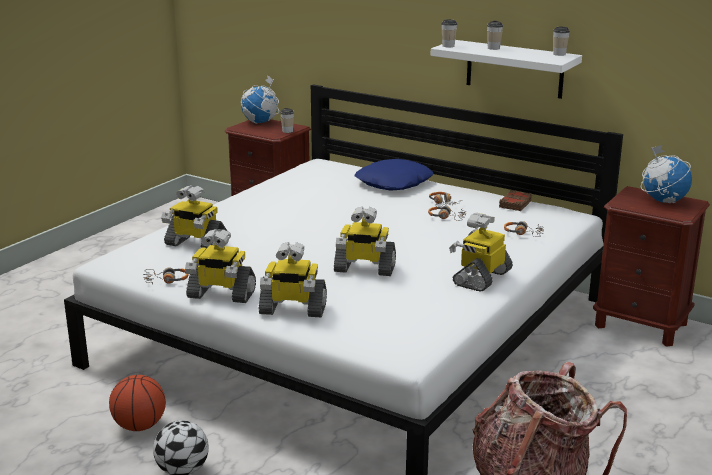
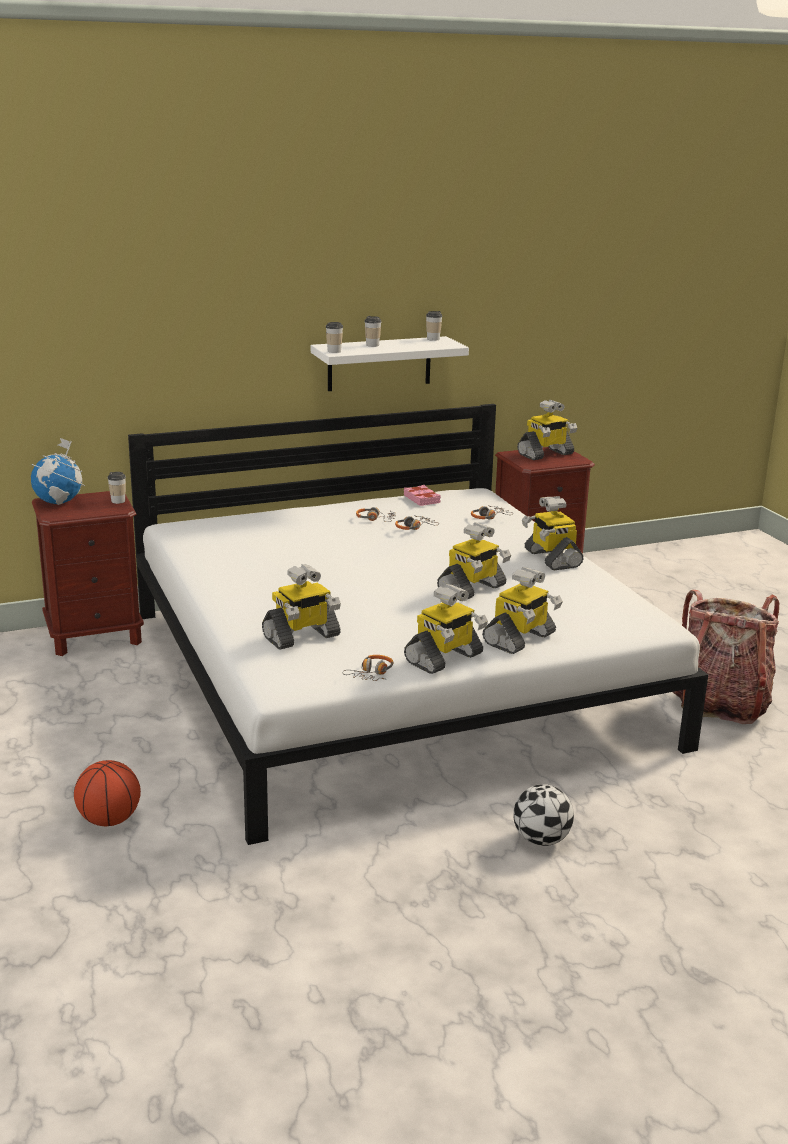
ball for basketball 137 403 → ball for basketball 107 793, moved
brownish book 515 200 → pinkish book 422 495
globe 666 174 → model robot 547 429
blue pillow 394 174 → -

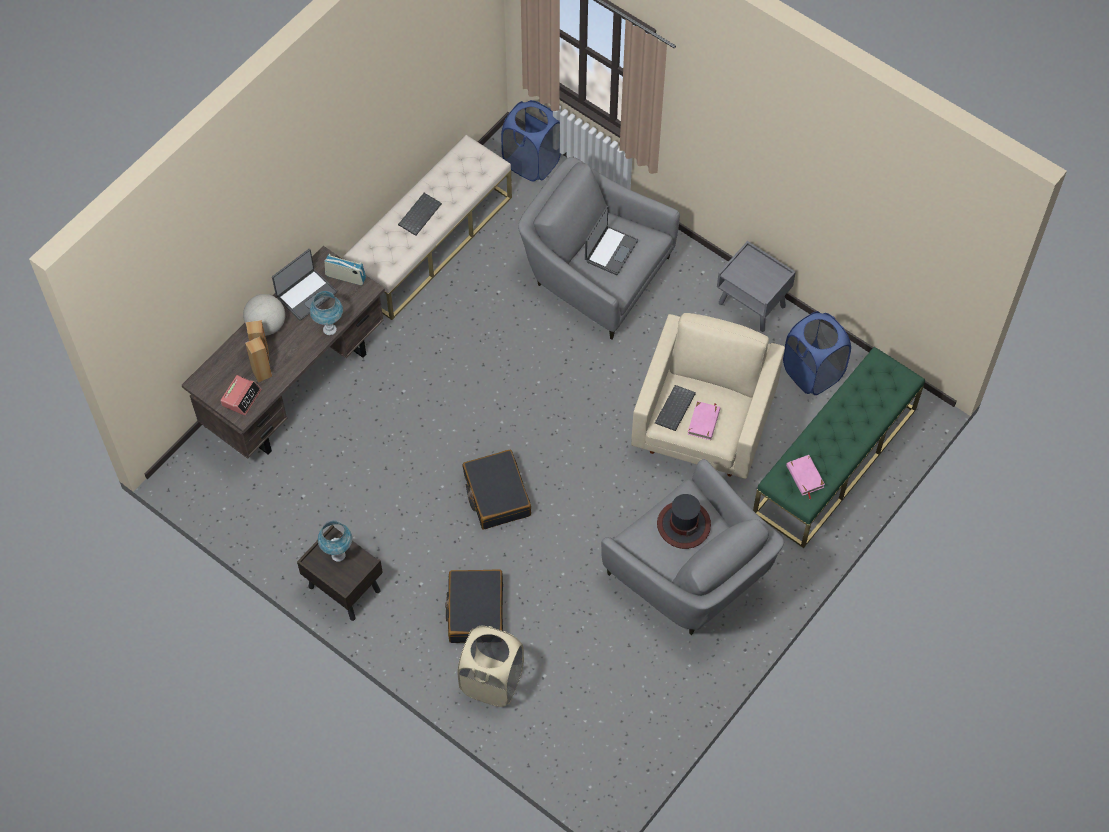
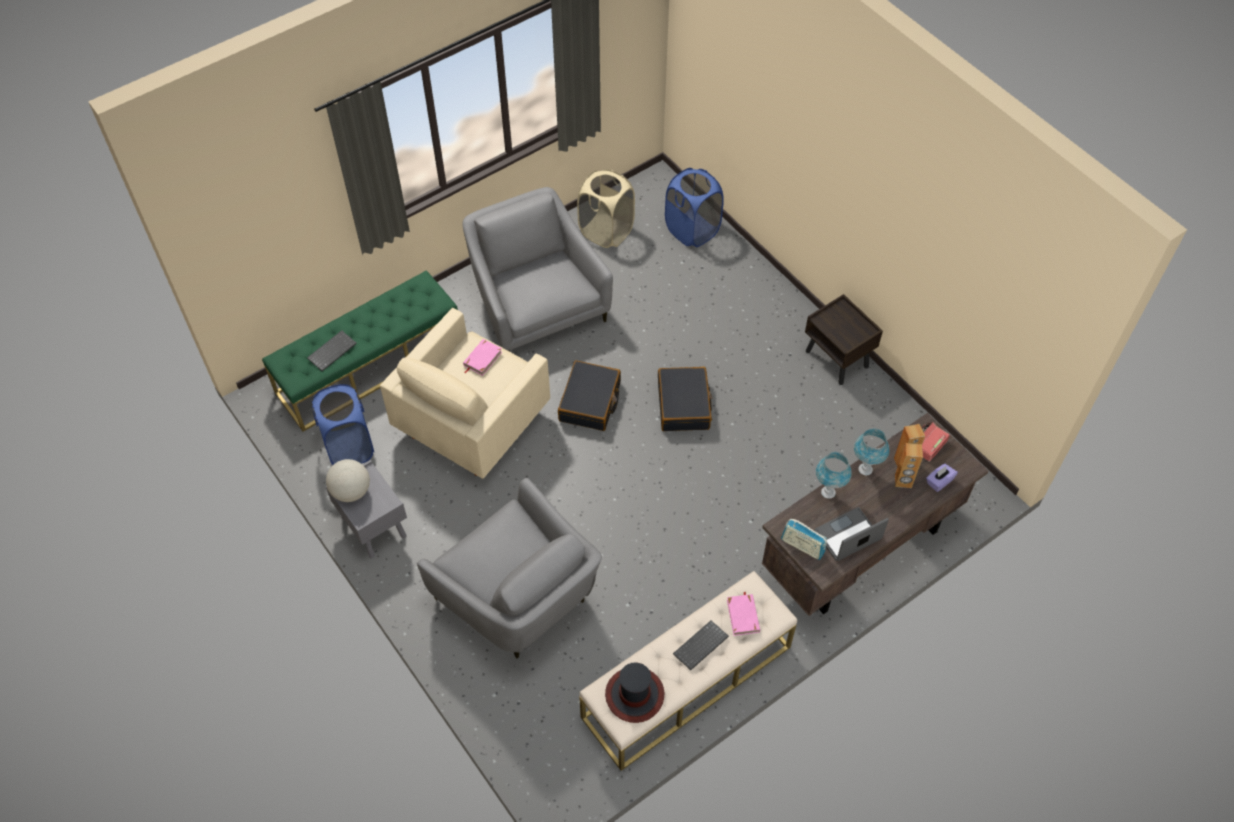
computer keyboard 675 408 → computer keyboard 332 350, moved
globe 264 315 → globe 348 480, moved
blackish piece of luggage 474 606 → blackish piece of luggage 589 395, moved
sand-coloured laundry basket 490 666 → sand-coloured laundry basket 606 208, moved
hat 684 521 → hat 634 692, moved
blue laundry basket 531 140 → blue laundry basket 694 207, moved
pinkish book 805 477 → pinkish book 743 614, moved
blue table lamp 335 541 → blue table lamp 872 452, moved
- → purple tissue holder 942 478
notebook computer 611 240 → -

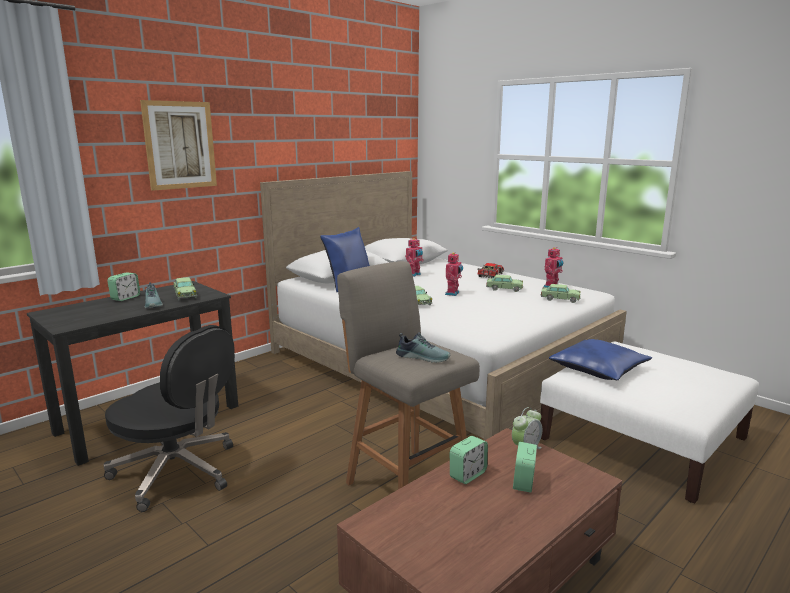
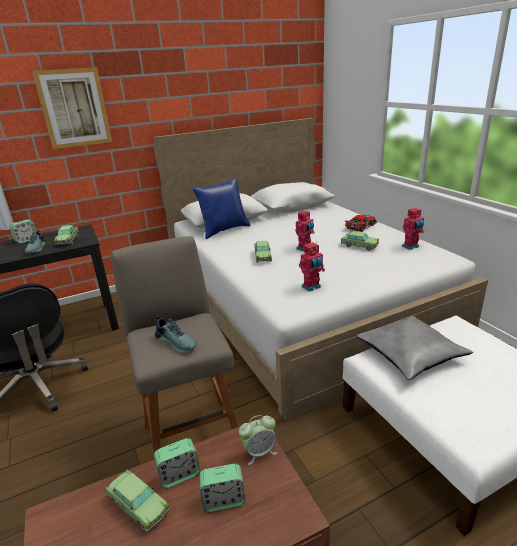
model car 561 293 → model car 138 501, moved
alarm clock 525 467 → alarm clock 222 488, 135 degrees counterclockwise
model robot 414 257 → model robot 312 267, moved
blue pillow 600 359 → gray pillow 415 348

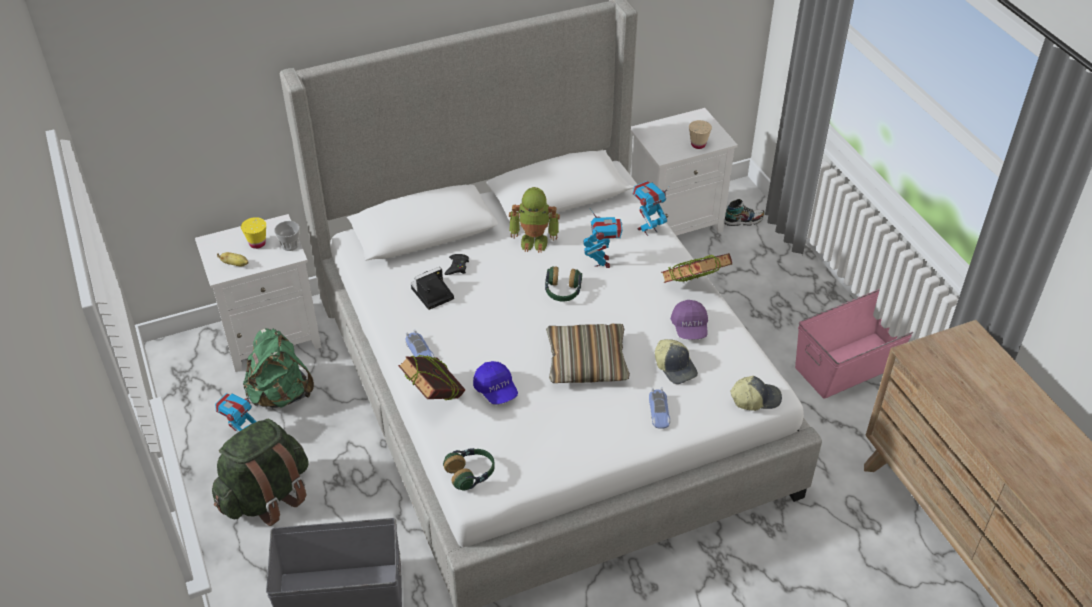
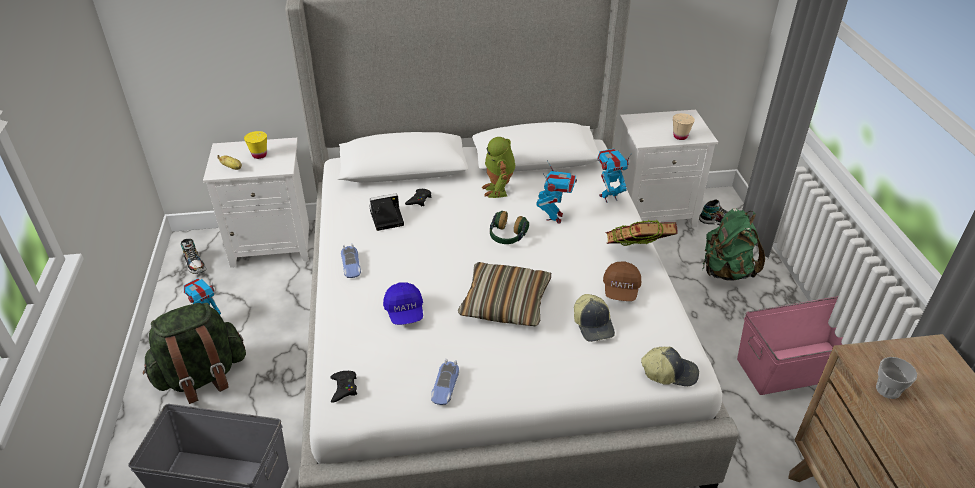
- → item of footwear 193 256
headphones 469 469 → blackish gamepad 343 387
model car 659 408 → model car 445 382, moved
model robot 534 220 → model robot 498 167, 60 degrees clockwise
purple baseball cap 689 319 → brownish baseball cap 622 281
green-coloured knapsack 278 368 → green-coloured knapsack 734 244, moved
cup 287 236 → cup 896 378, moved
book 431 377 → -

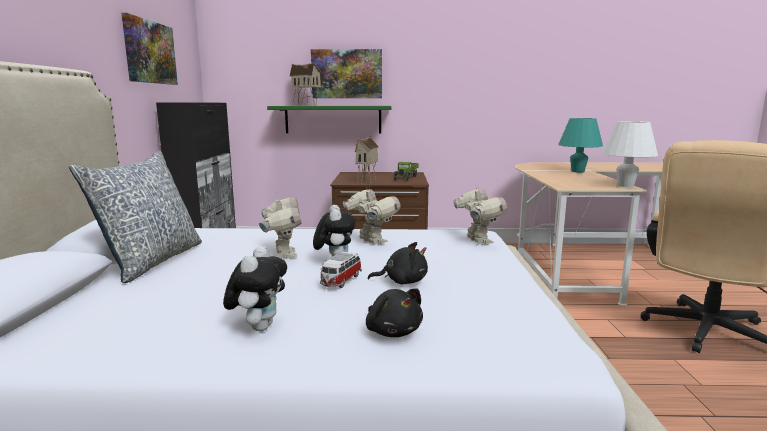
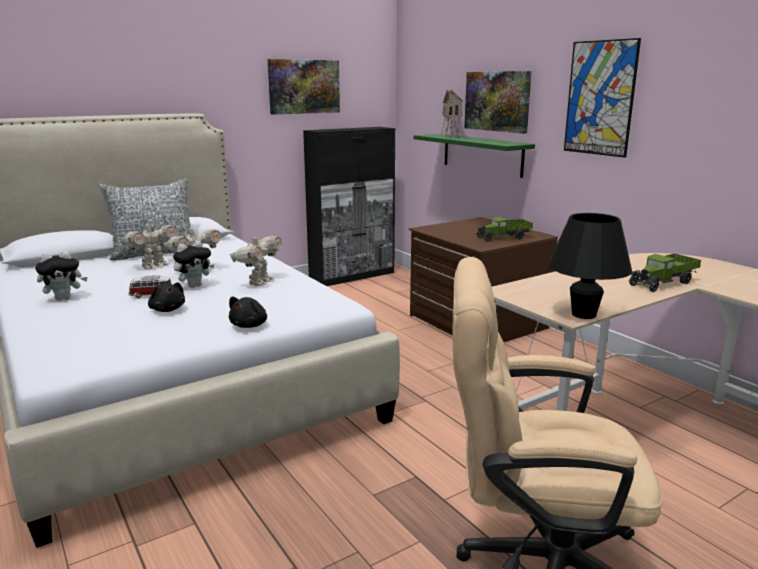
model robot 480 214 → model robot 149 244, moved
blackish cuddly toy 394 313 → blackish cuddly toy 248 312, moved
whitish table lamp 630 154 → blackish table lamp 590 266
- → wall art 602 98
blue-green table lamp 580 145 → toy truck 665 272
miniature house 367 160 → -

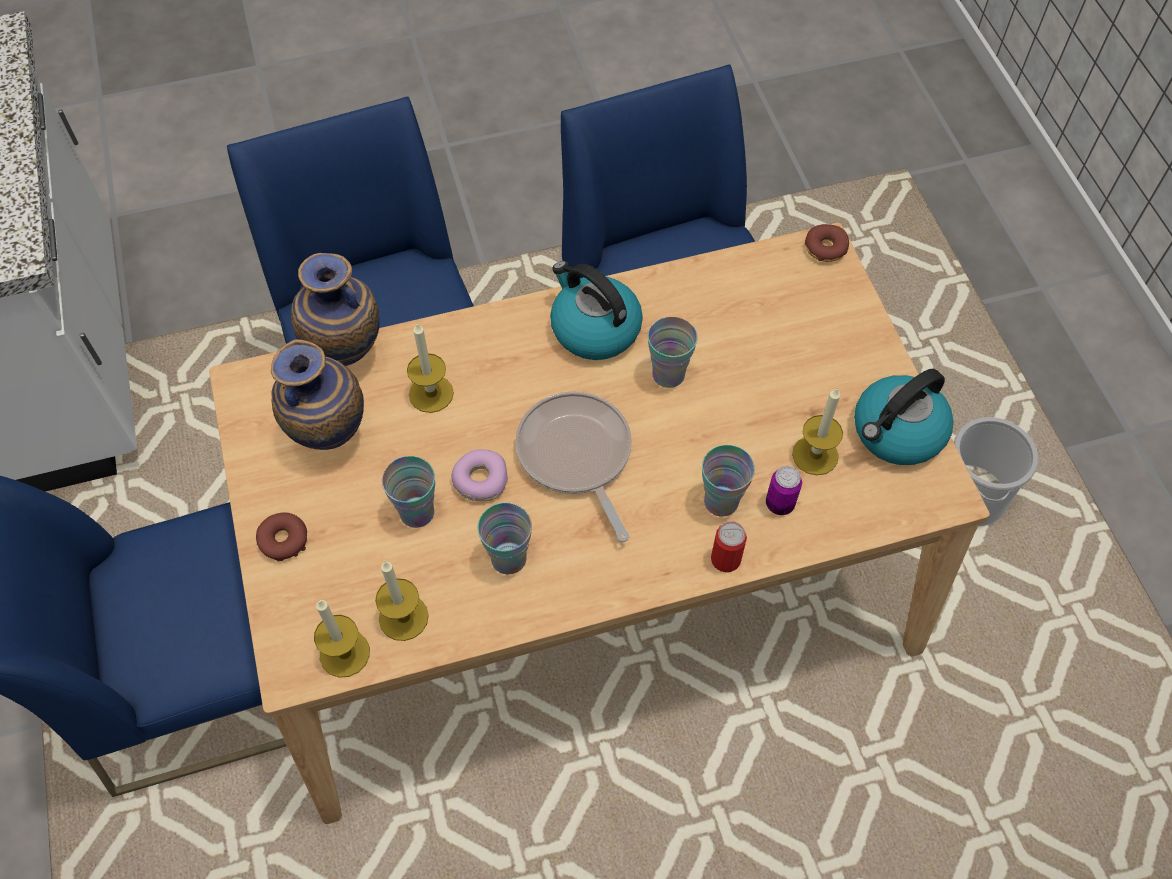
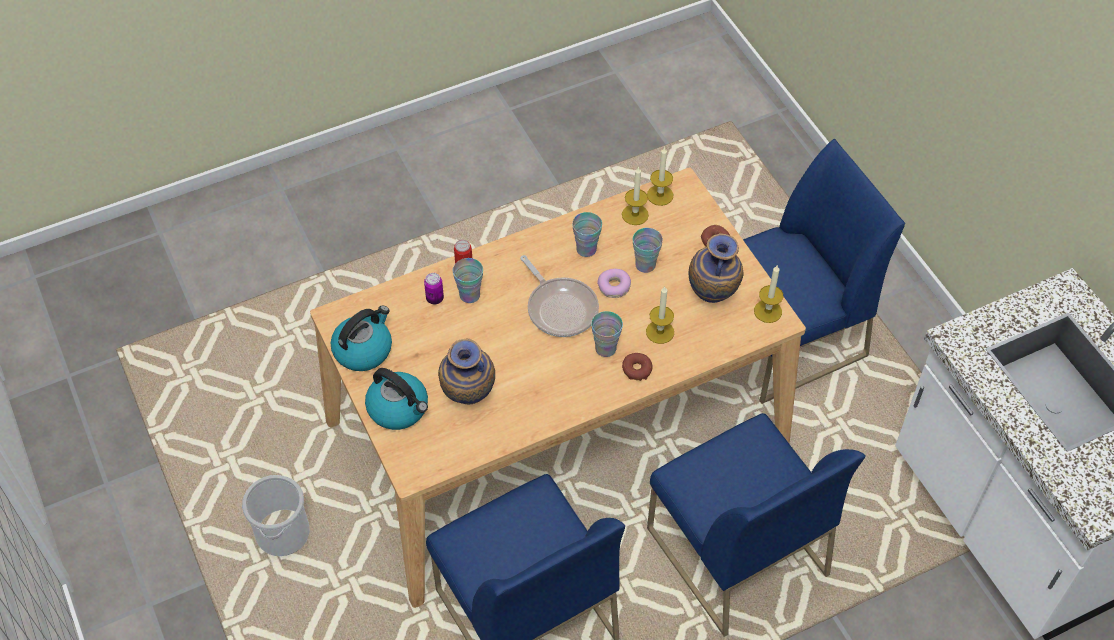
tea kettle 596 310 → tea kettle 396 399, moved
vase 335 309 → vase 466 371, moved
cup 672 352 → cup 607 334, moved
donut 827 243 → donut 637 367, moved
candle 817 431 → candle 768 294, moved

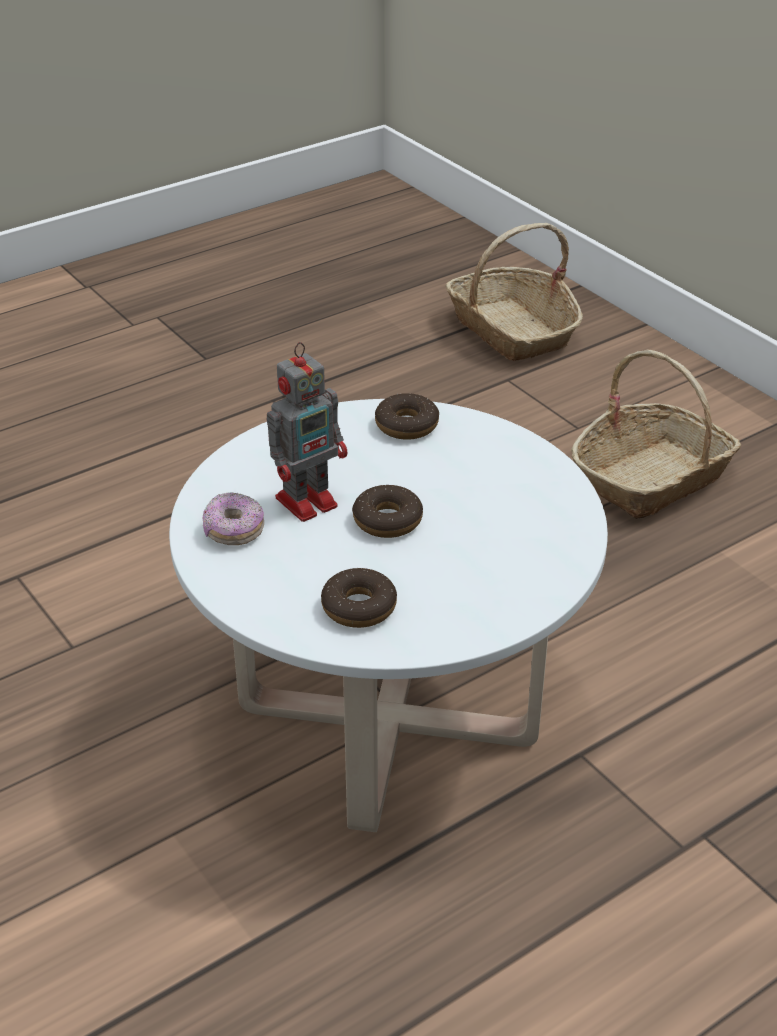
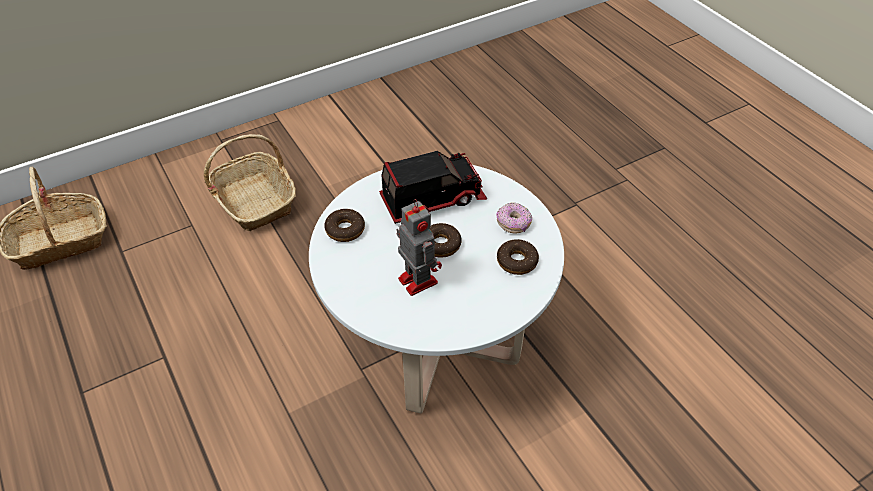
- → toy truck 433 187
donut 233 518 → donut 514 217, moved

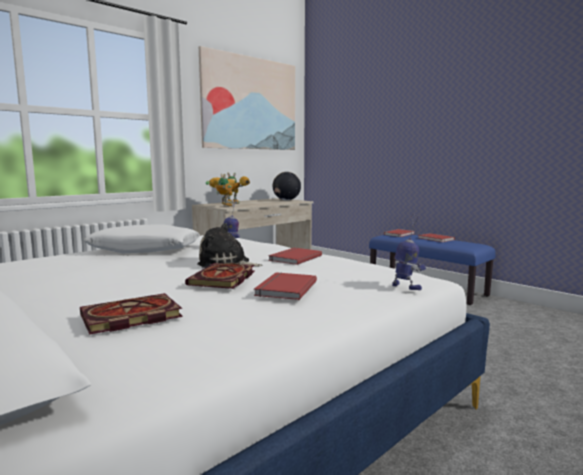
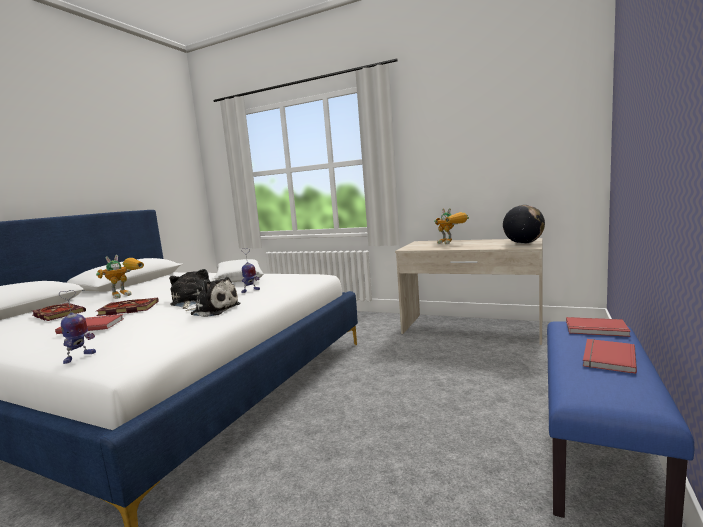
model robot 220 190 → model robot 120 277, moved
reddish book 295 256 → cuddly toy 212 297
wall art 247 98 → -

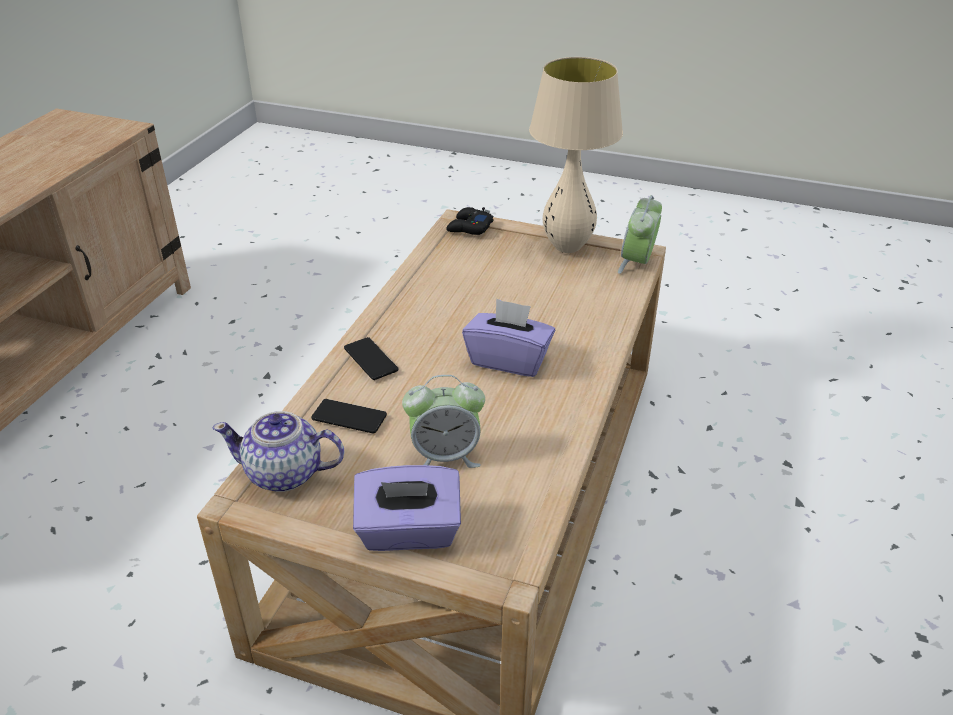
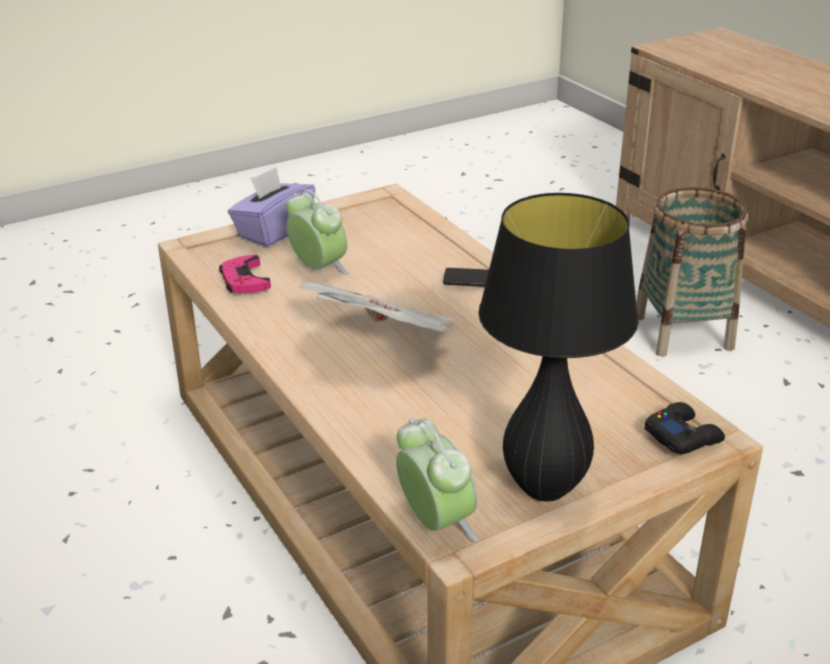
- → pinkish gamepad 245 274
alarm clock 443 421 → alarm clock 318 232, 105 degrees clockwise
purple tissue holder 508 337 → daily paper 376 307
sand-coloured table lamp 576 155 → blackish table lamp 559 347
- → storage basket 692 272
teapot 278 451 → -
telephone 349 416 → -

